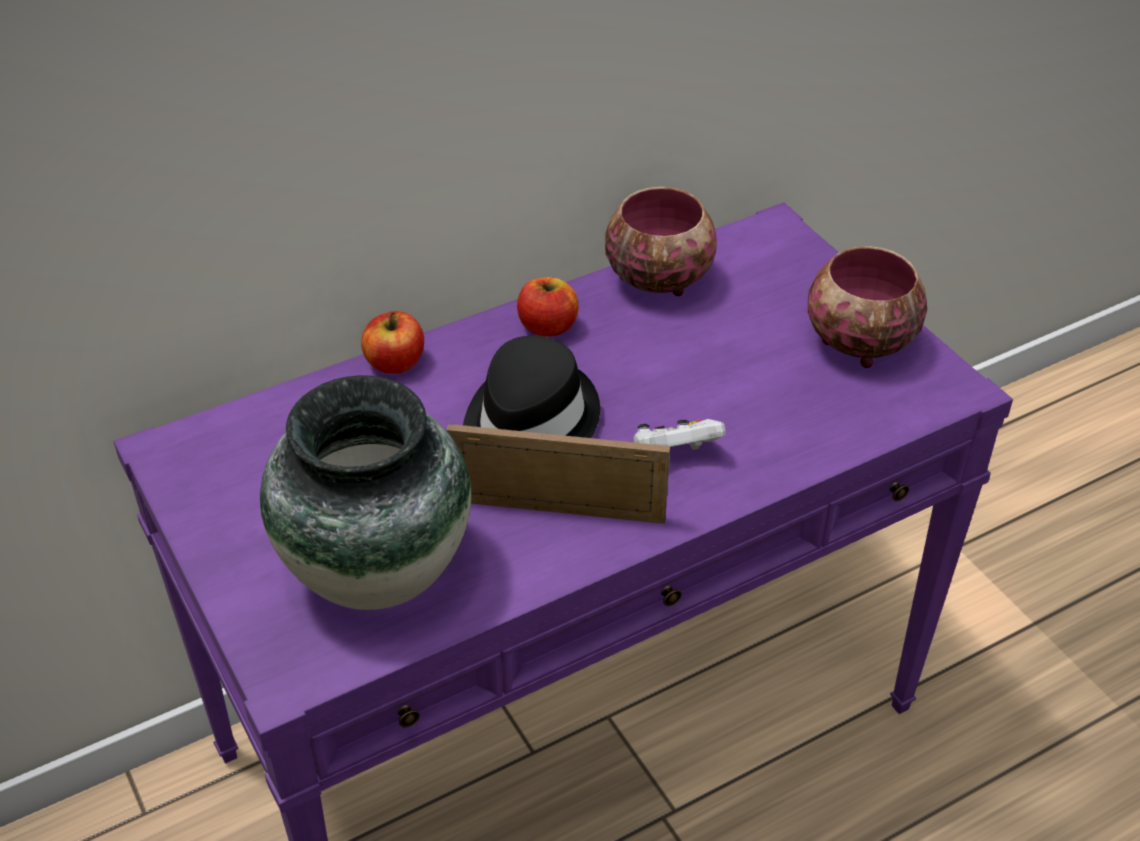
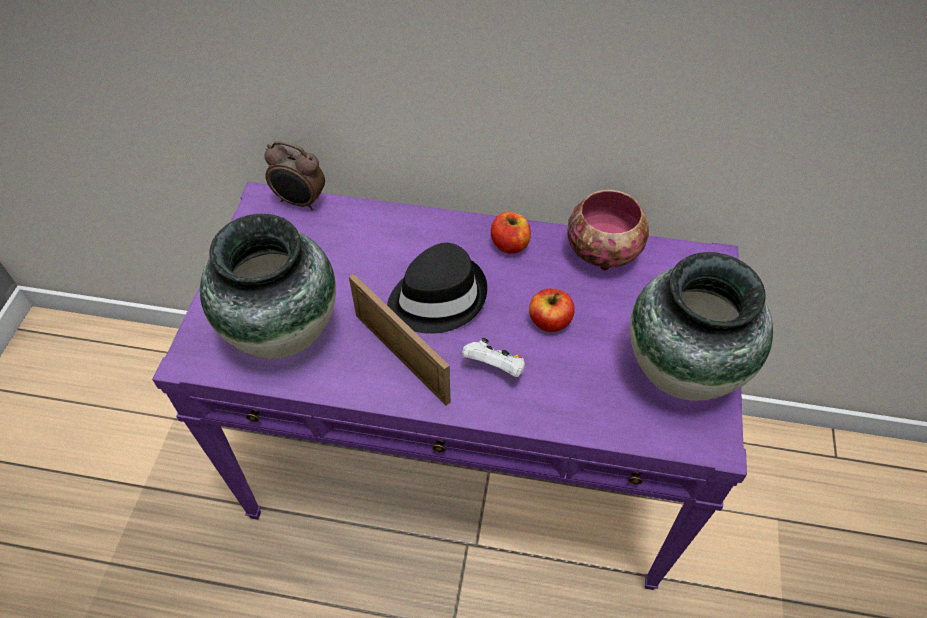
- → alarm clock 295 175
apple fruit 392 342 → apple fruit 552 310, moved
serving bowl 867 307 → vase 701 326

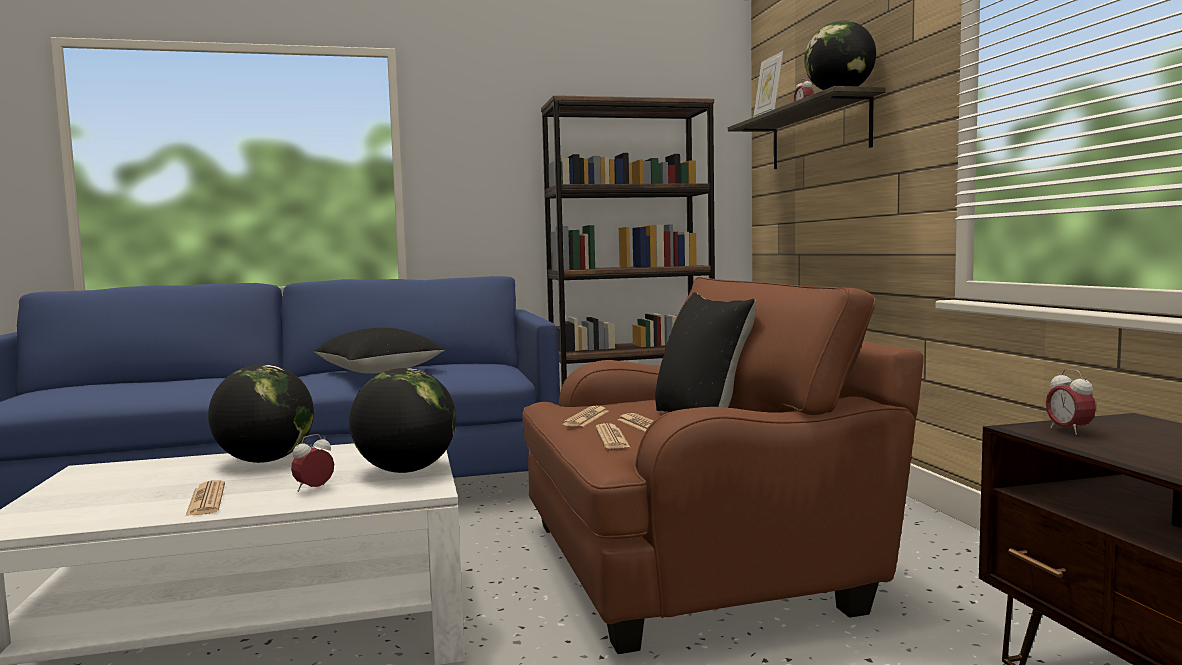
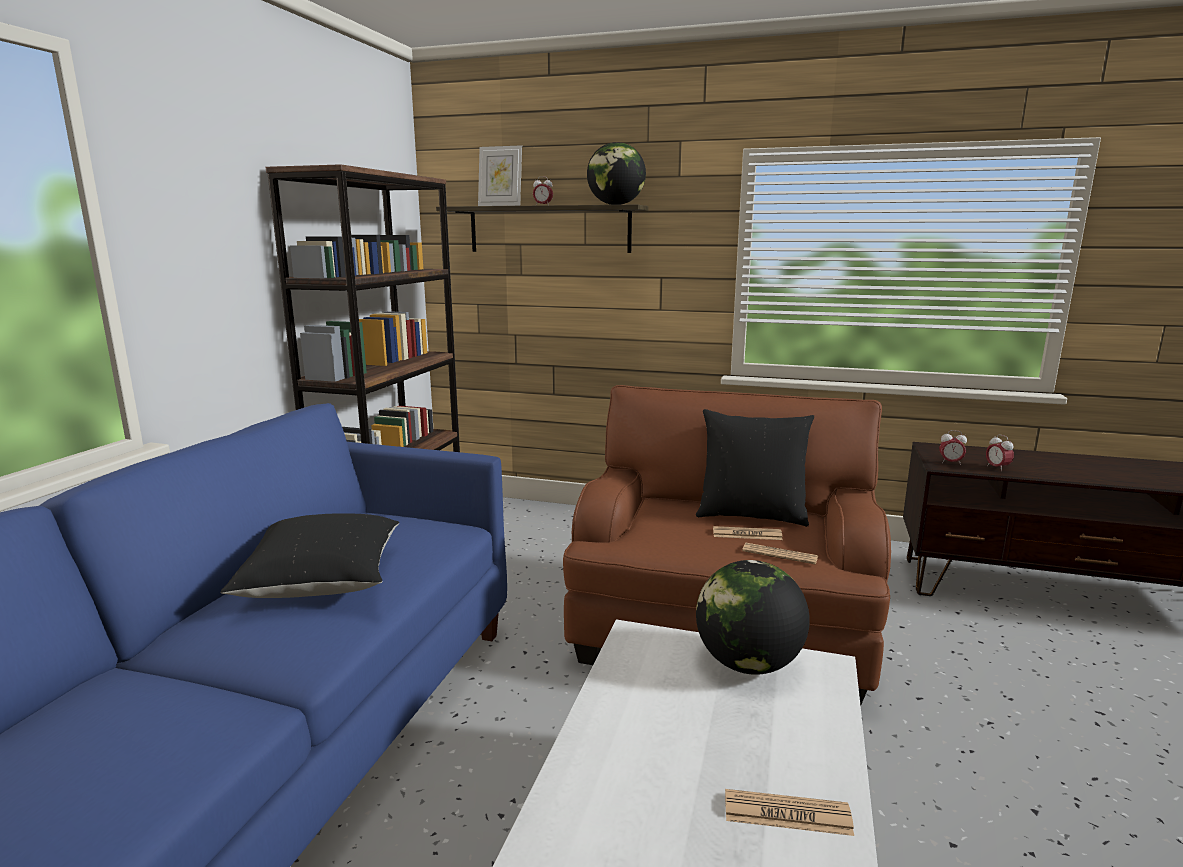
alarm clock 312 463 → alarm clock 1000 452, moved
globe 261 414 → -
daily paper 585 416 → -

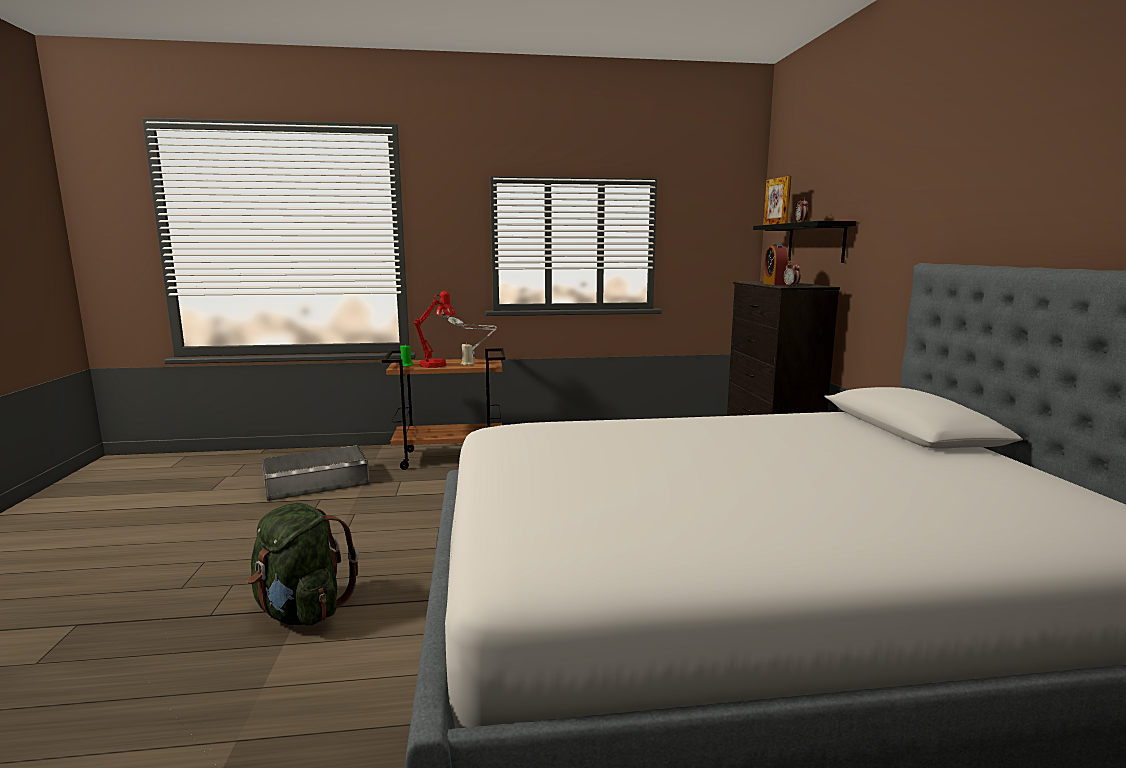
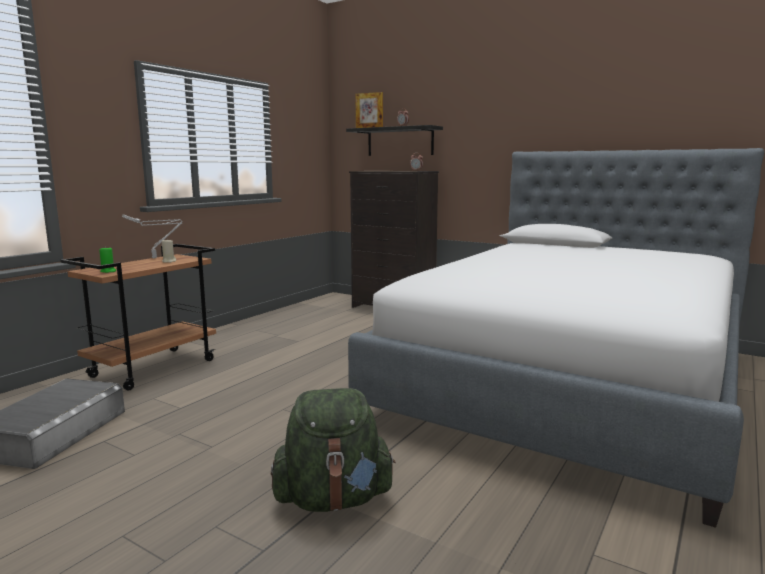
reddish table lamp 434 329 → -
alarm clock 776 264 → -

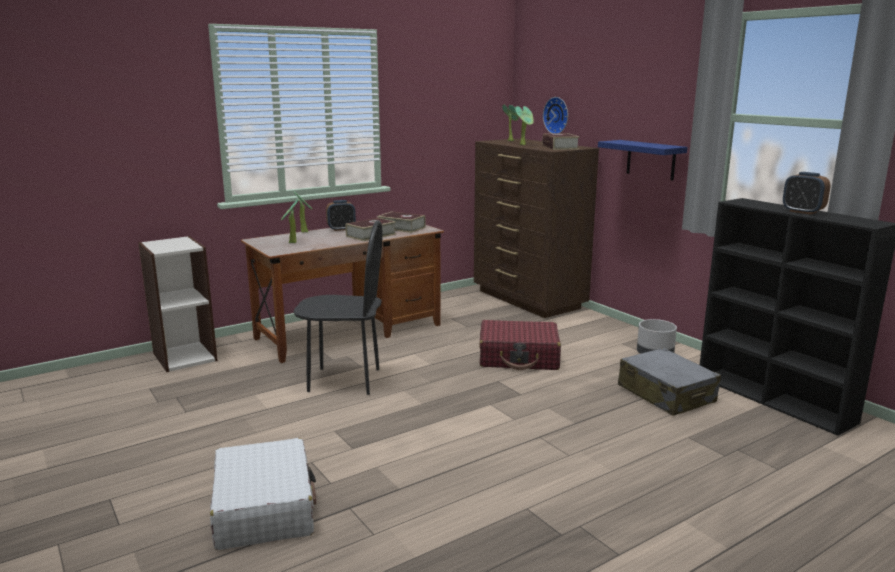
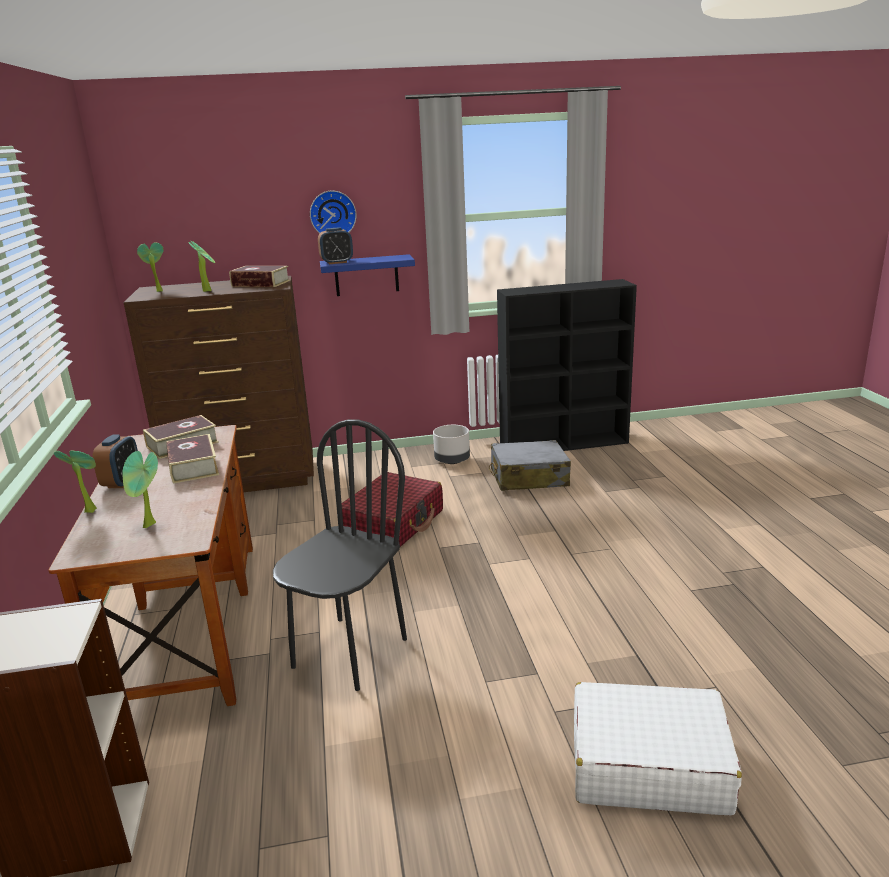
wall clock 555 115 → wall clock 333 212, moved
alarm clock 806 193 → alarm clock 335 245, moved

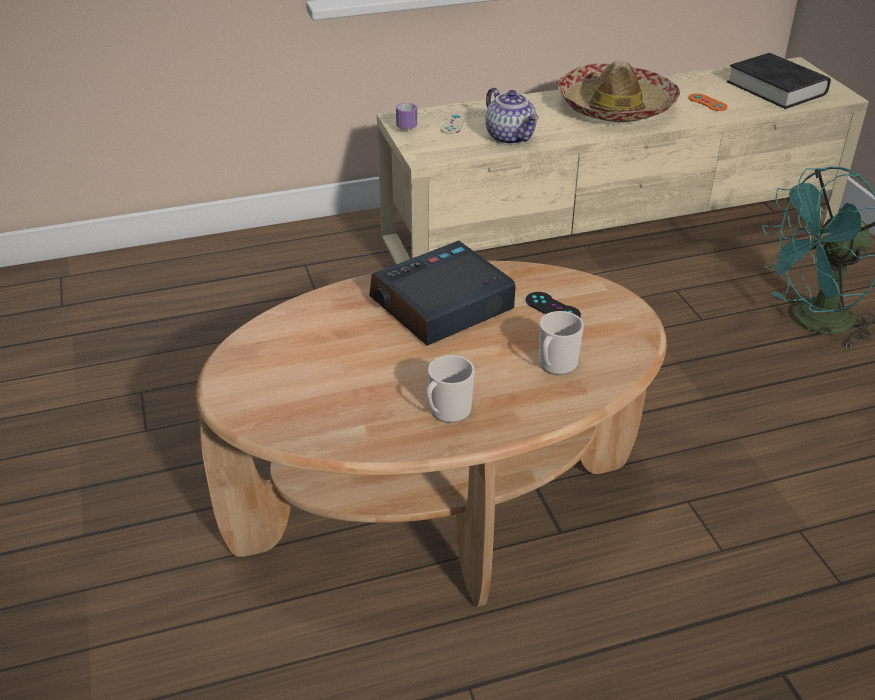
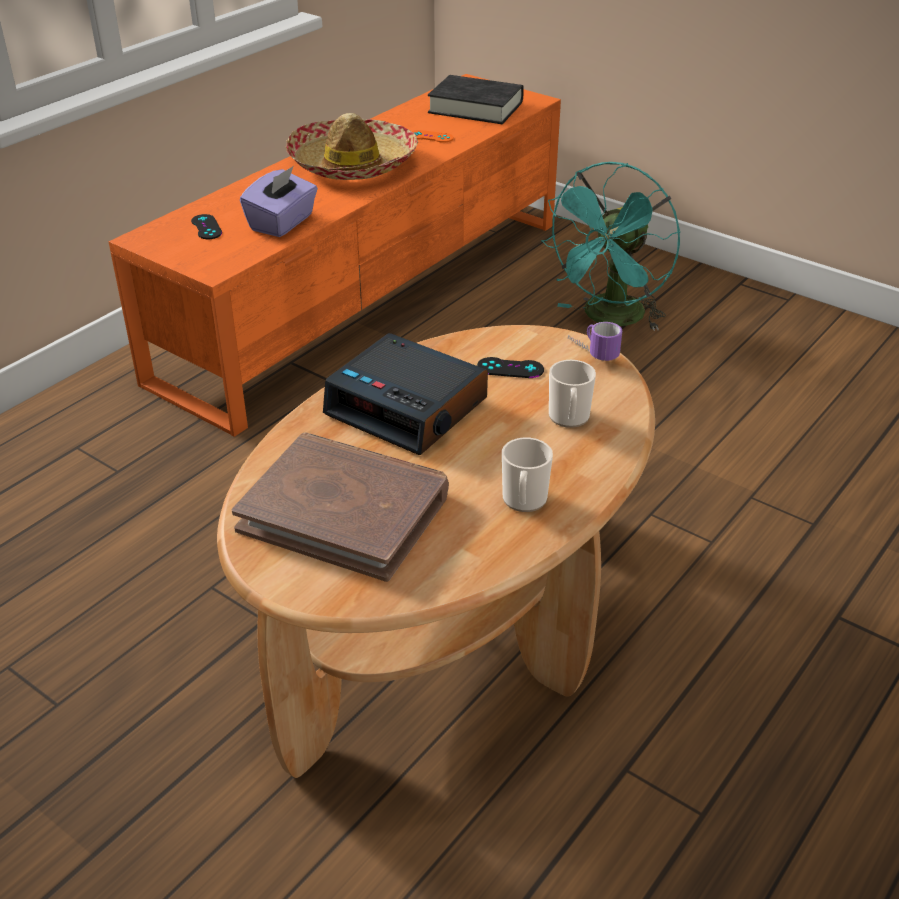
sand-coloured media console 623 160 → orange media console 334 255
sand-coloured gamepad 453 123 → blackish gamepad 206 226
- → brownish book 340 507
teapot 511 116 → purple tissue holder 279 201
alarm clock 442 293 → alarm clock 405 394, 75 degrees counterclockwise
mug 406 116 → mug 595 341, moved

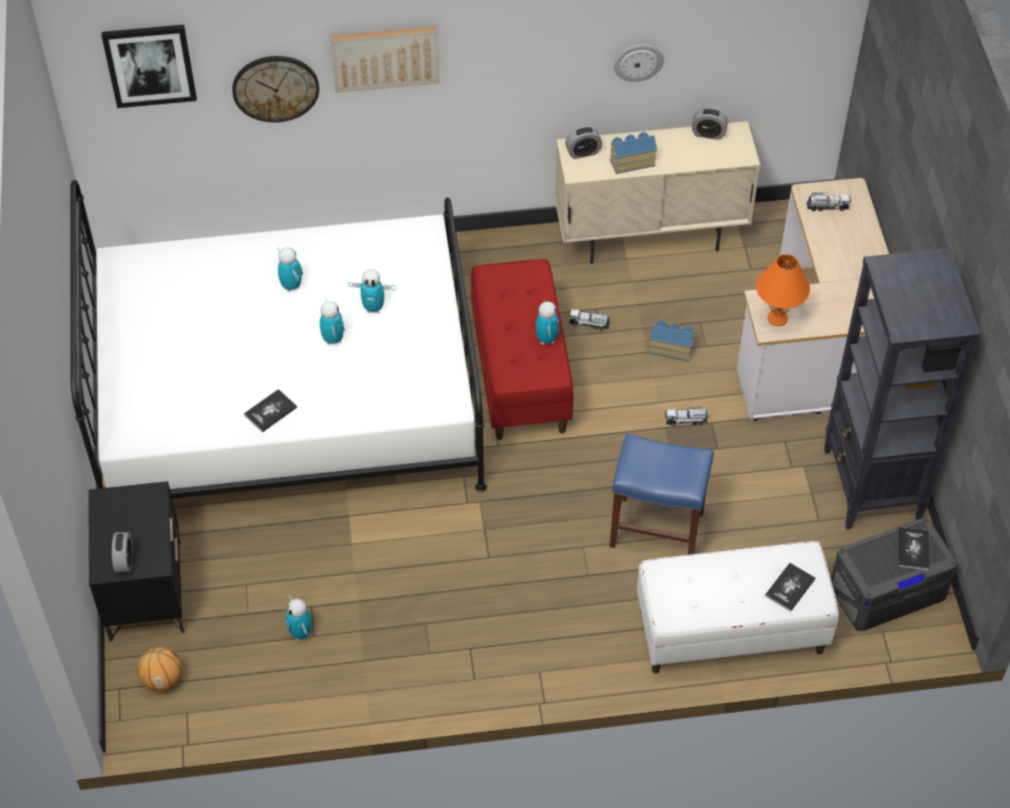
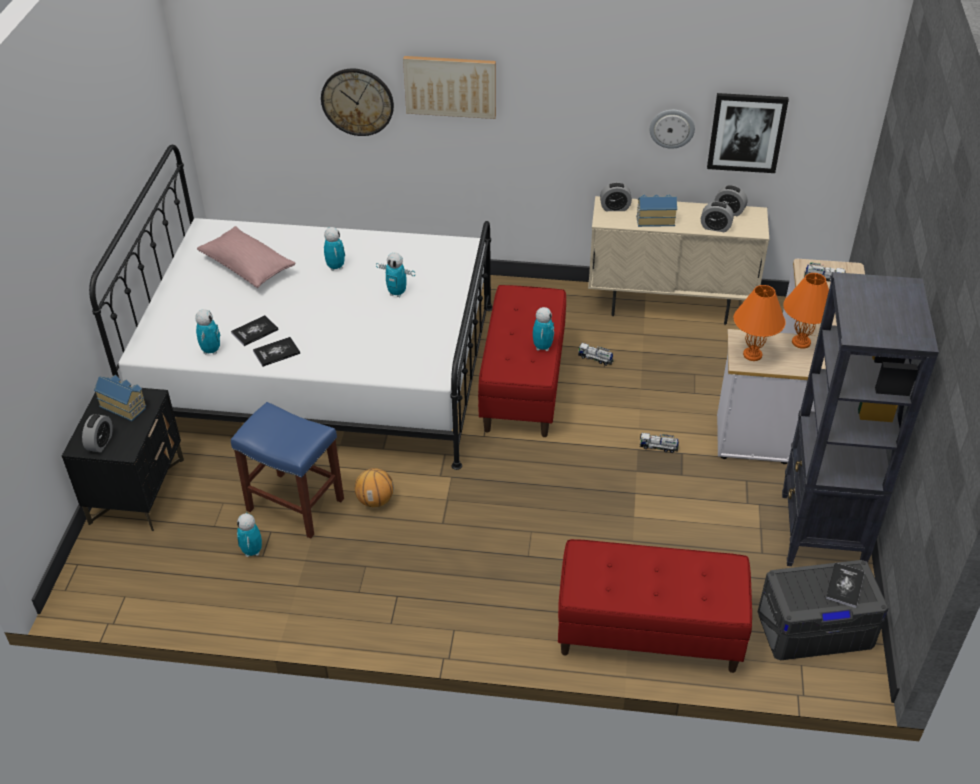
miniature house 672 340 → miniature house 120 398, moved
model robot 332 322 → model robot 207 332, moved
- → pinkish pillow 246 257
book 790 587 → book 255 330, moved
blue stool seat 662 494 → blue stool seat 287 470, moved
ball for basketball 159 669 → ball for basketball 374 487, moved
whitish indoor bench 738 607 → reddish indoor bench 655 606
- → alarm clock 717 217
wall art 149 66 → wall art 748 133, moved
- → orange table lamp 806 311

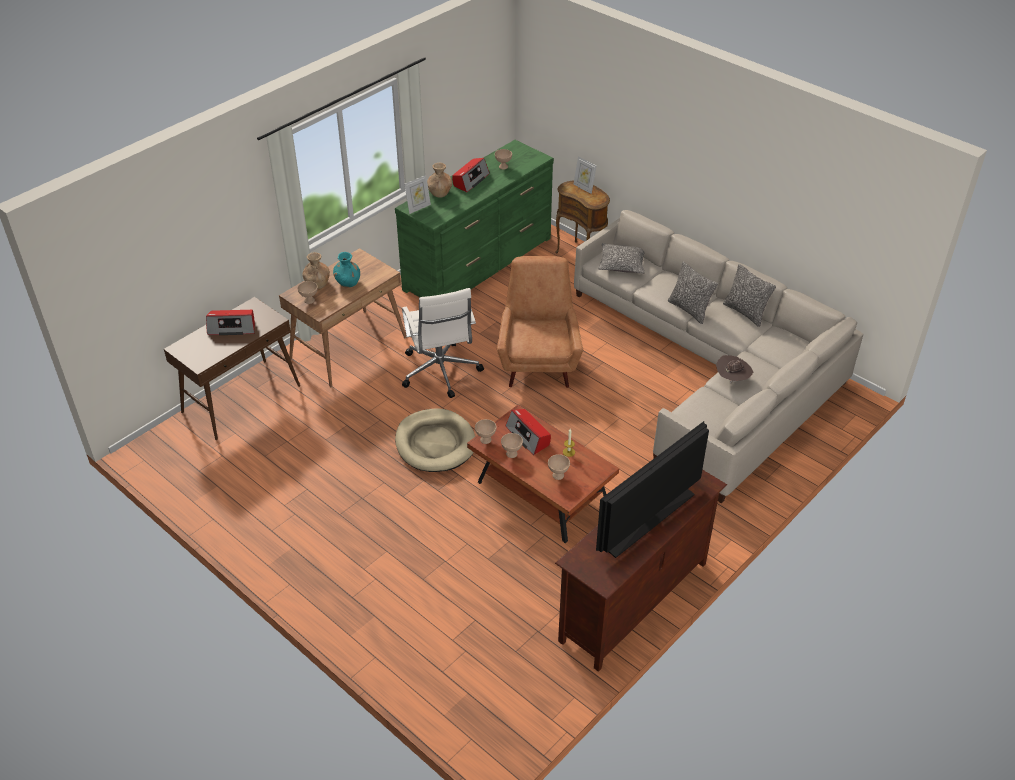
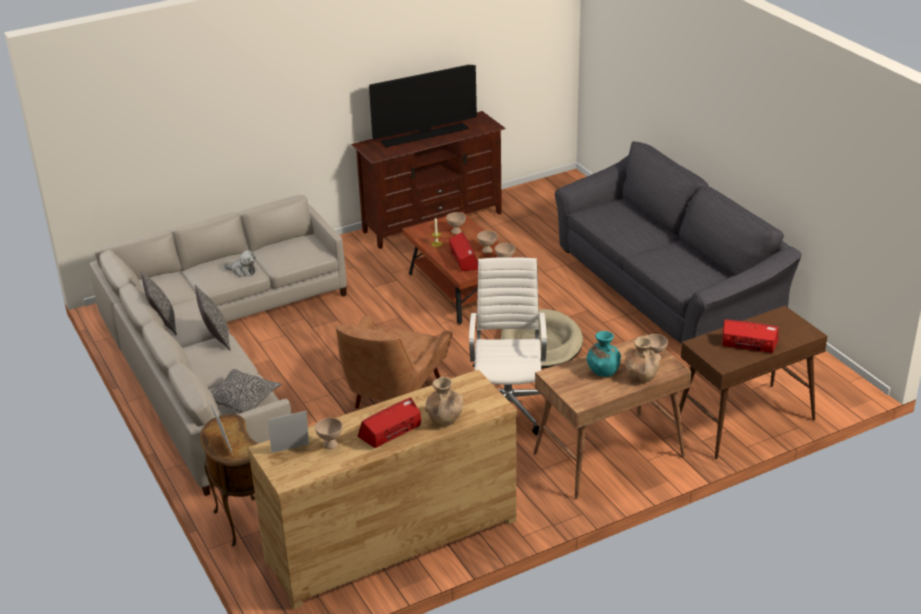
brownish hat 734 369 → cuddly toy 240 263
green-coloured drawer chest 474 218 → brownish drawer chest 382 489
photo frame 417 194 → photo frame 288 432, moved
- → gray couch 678 243

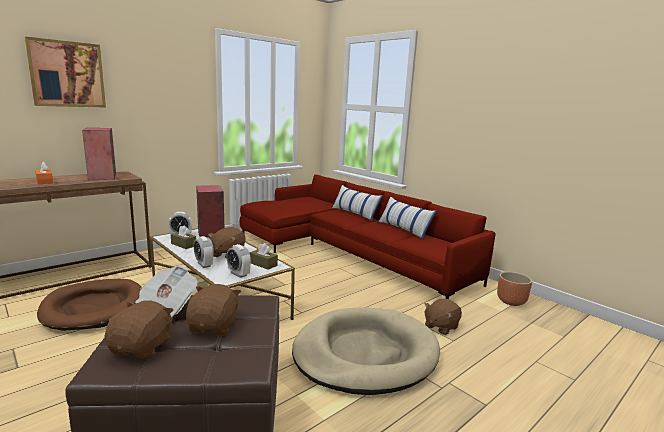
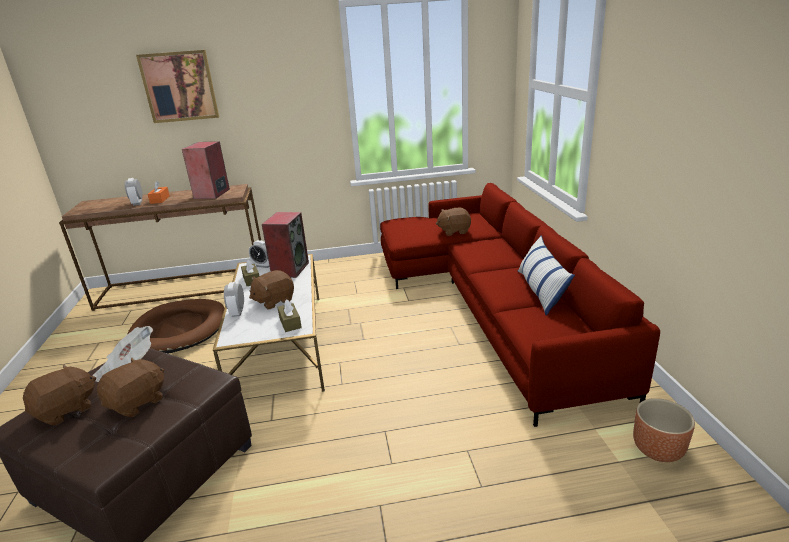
alarm clock 238 261 → alarm clock 134 192, moved
brownish cuddly toy 443 317 → brownish cuddly toy 453 222, moved
sand-coloured dog cushion 366 351 → -
pillow 357 203 → -

